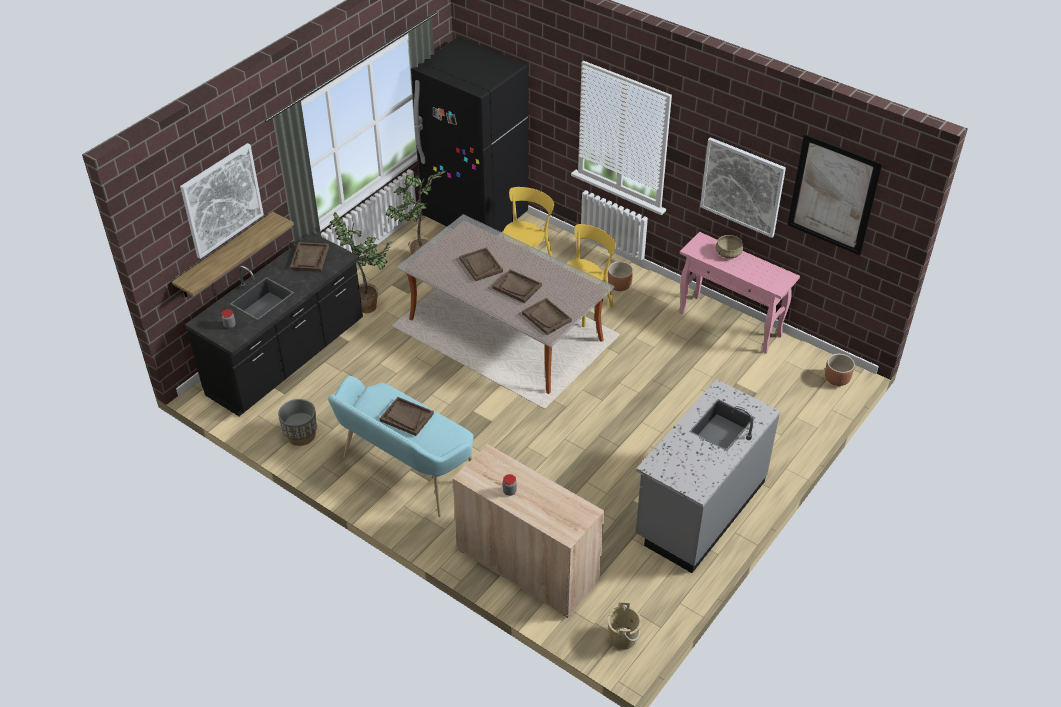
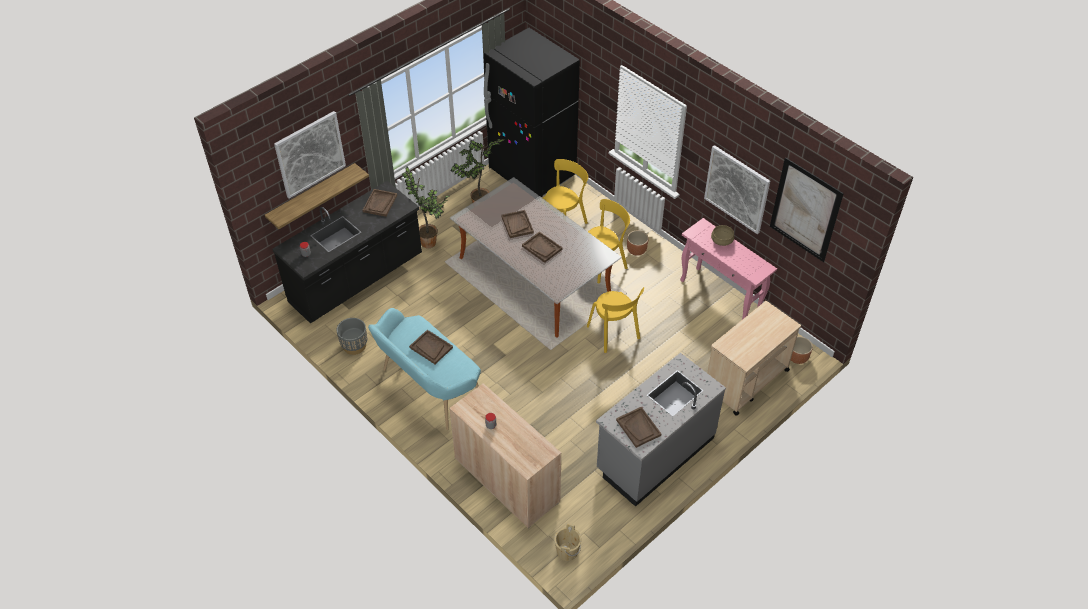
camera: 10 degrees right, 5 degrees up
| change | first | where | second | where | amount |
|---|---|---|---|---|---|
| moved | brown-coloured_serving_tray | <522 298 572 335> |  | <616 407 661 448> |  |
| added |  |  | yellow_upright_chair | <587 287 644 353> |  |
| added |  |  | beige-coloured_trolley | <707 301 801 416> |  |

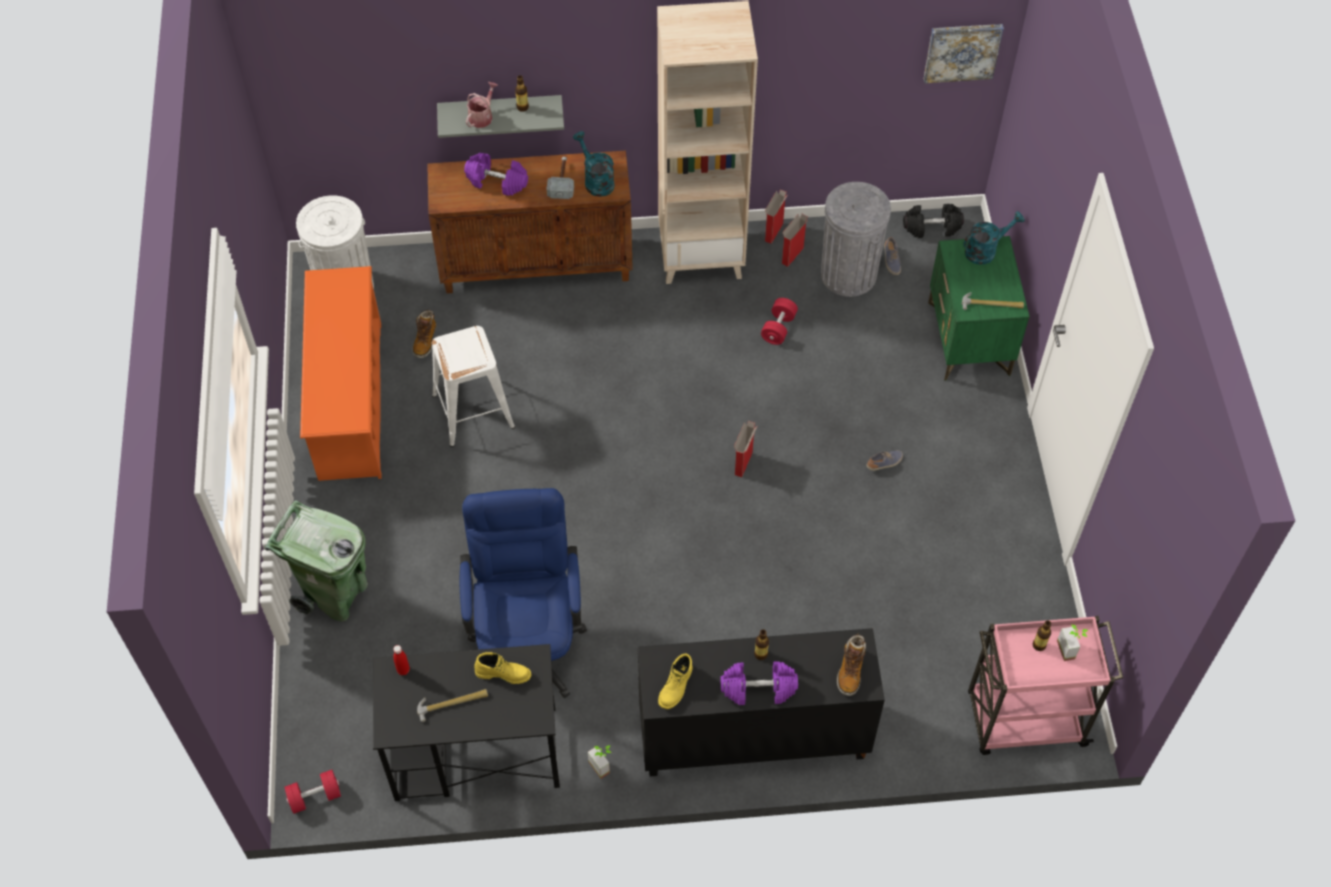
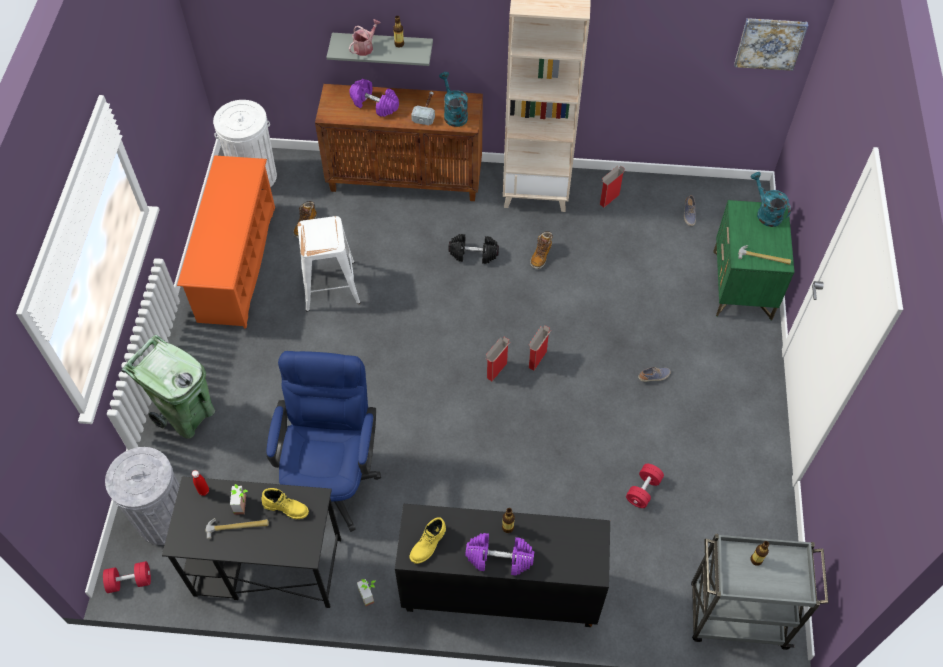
camera: 10 degrees right, 0 degrees up
| change | first | where | second | where | amount |
|---|---|---|---|---|---|
| moved | red-coloured_free_weight | <761 298 798 345> |  | <626 464 664 508> |  |
| moved | packing_box | <765 189 788 244> |  | <486 337 509 381> |  |
| moved | gray_waste_bin | <821 182 891 297> |  | <105 447 180 545> |  |
| moved | tall_boot | <837 634 866 696> |  | <530 231 552 269> |  |
| moved | black_free_weight | <903 204 964 238> |  | <448 234 499 264> |  |
| turned | turquoise_sprinkling_can | <964 211 1025 265> |  | <750 172 791 227> | 105 degrees counterclockwise |
| recoloured | pinkish_trolley | <968 616 1123 755> | gray_trolley | <691 534 829 650> |  |
| moved | plant_in_a_pot | <1057 625 1088 661> |  | <230 484 248 514> |  |

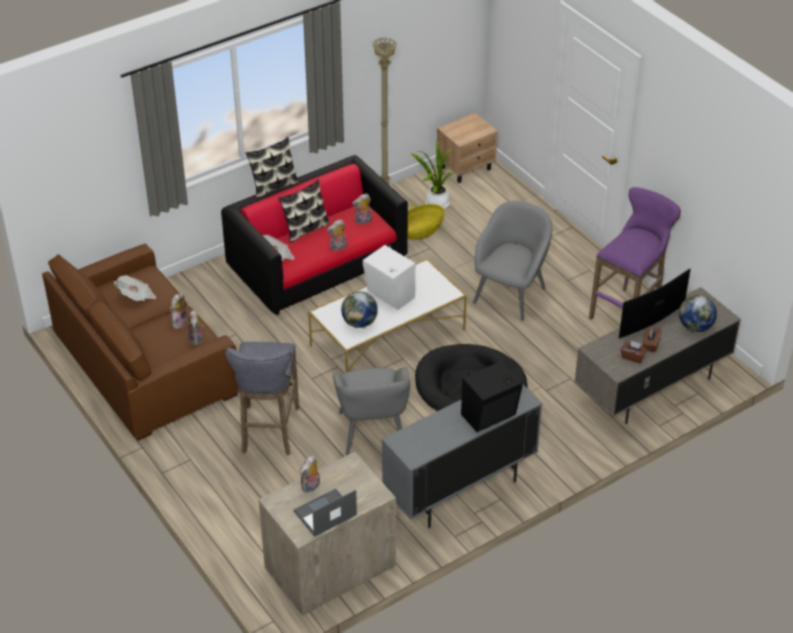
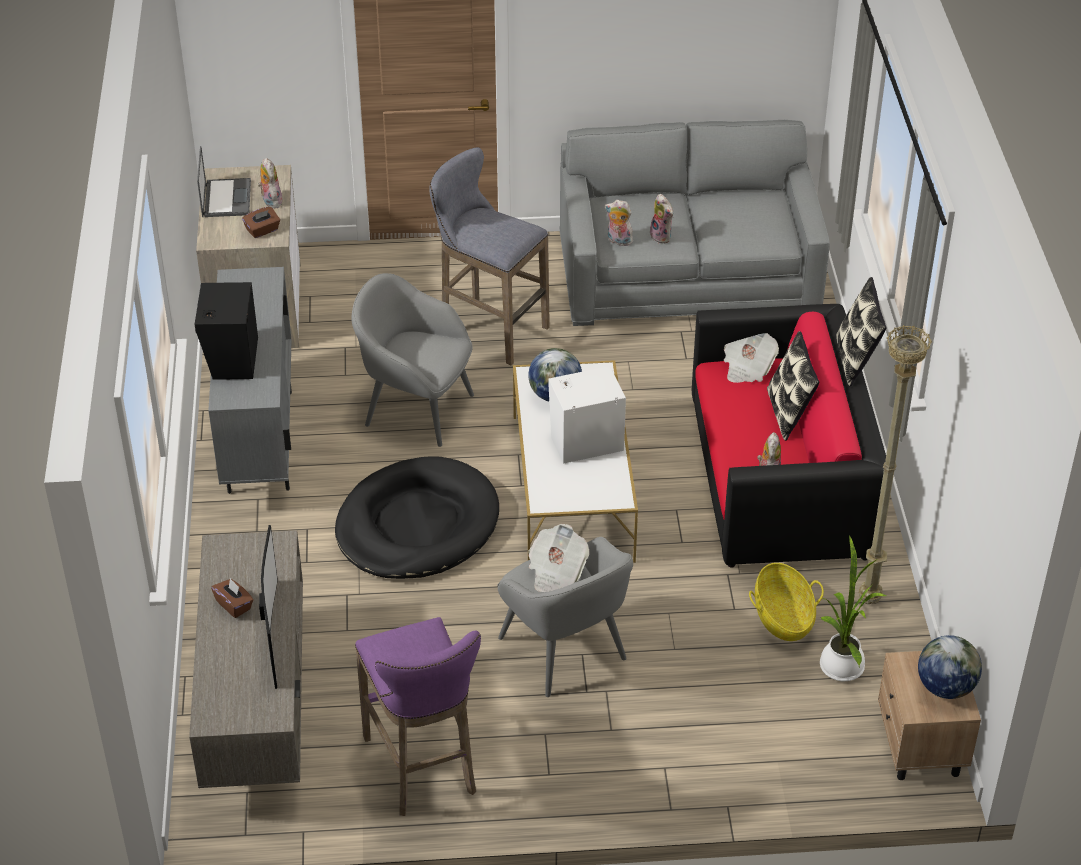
camera: 120 degrees right, 0 degrees up
| change | first | where | second | where | amount |
|---|---|---|---|---|---|
| recoloured | brown-coloured_couch | <42 244 238 441> | gray_couch | <559 120 830 326> |  |
| moved | printed_paper | <114 275 156 302> |  | <528 524 589 592> |  |
| removed | cuddly_toy | <327 219 347 251> |  |  |  |
| moved | brown-coloured_tissue_holder | <620 340 648 363> |  | <242 207 280 238> |  |
| moved | desk_globe | <679 295 717 332> |  | <918 635 982 699> |  |

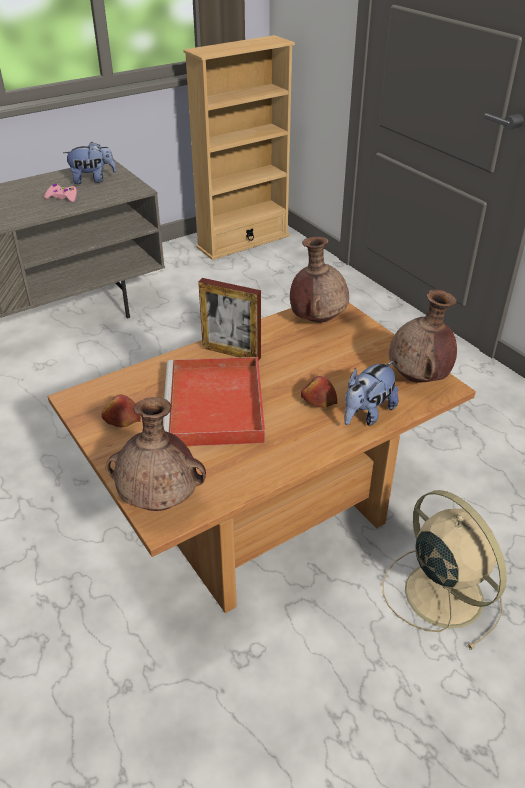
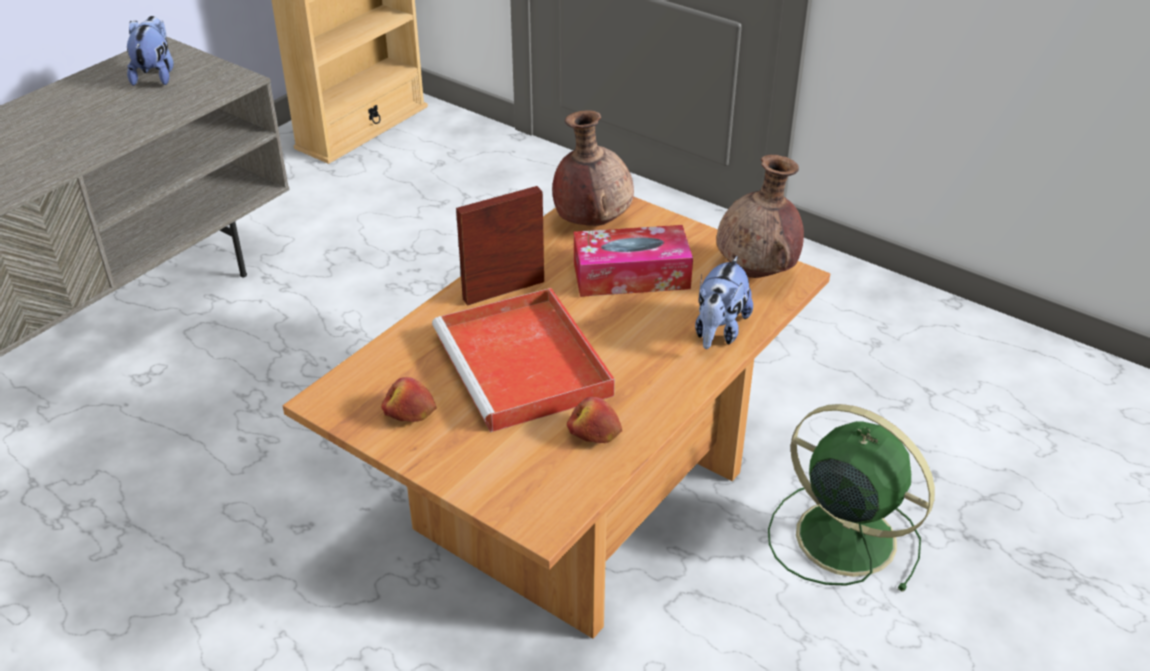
camera: 20 degrees left, 0 degrees up
| change | first | where | second | where | amount |
|---|---|---|---|---|---|
| removed | pinkish_joypad | <44 184 77 202> |  |  |  |
| turned | cuddly_toy | <63 141 116 184> |  | <127 16 174 86> | 60 degrees counterclockwise |
| removed | brown-coloured_vase | <106 397 206 511> |  |  |  |
| turned | photo_frame | <198 278 261 361> |  | <456 186 544 306> | 150 degrees clockwise |
| moved | whole_apple | <301 376 337 408> |  | <567 397 622 443> |  |
| recoloured | beige-coloured_fan | <383 490 507 650> | green_fan | <768 404 935 592> |  |
| added |  |  | tissue_holder | <574 225 693 297> |  |

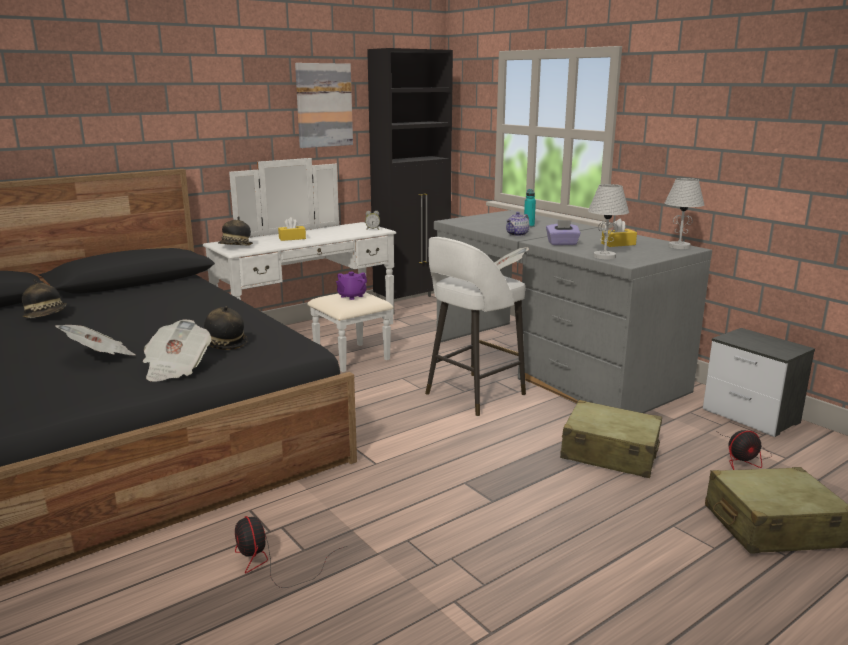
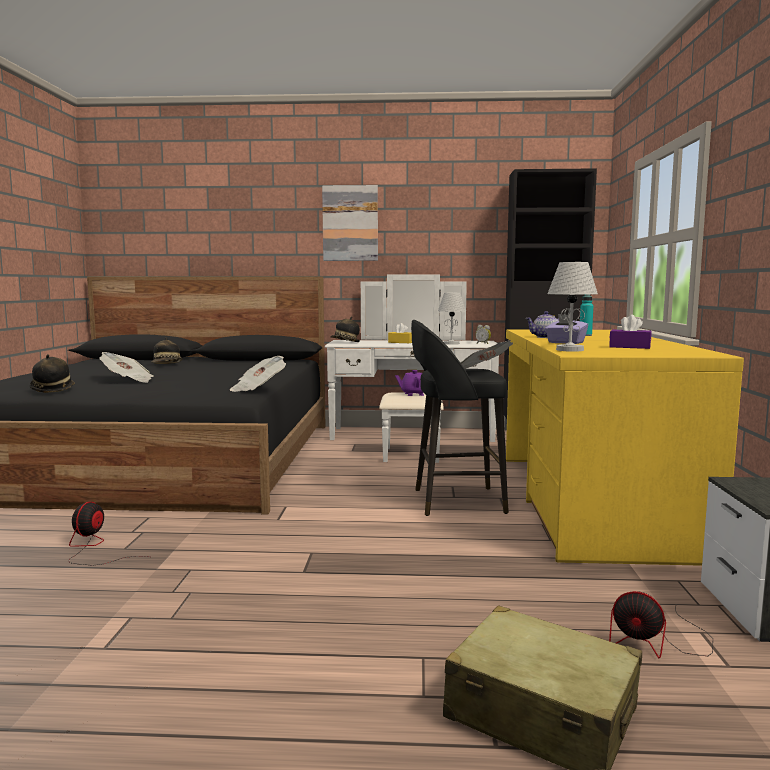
camera: 40 degrees right, 10 degrees down
| change | first | where | second | where | amount |
|---|---|---|---|---|---|
| moved | printed_paper | <143 319 211 382> |  | <230 356 286 392> |  |
| moved | hat | <204 306 247 350> |  | <30 354 75 393> |  |
| moved | wall_picture | <295 63 353 148> |  | <322 185 378 261> |  |
| recoloured | white_stool | <425 237 526 416> | black_stool | <411 320 509 516> |  |
| recoloured | gray_desk_table | <434 210 712 413> | yellow_desk_table | <506 329 744 566> |  |
| removed | beige-coloured_suitcase | <560 400 662 478> |  |  |  |
| recoloured | yellow_tissue_holder | <601 218 637 247> | purple_tissue_holder | <609 315 651 349> |  |
| moved | white_tabletop_lamp | <665 178 704 249> |  | <438 293 466 345> |  |

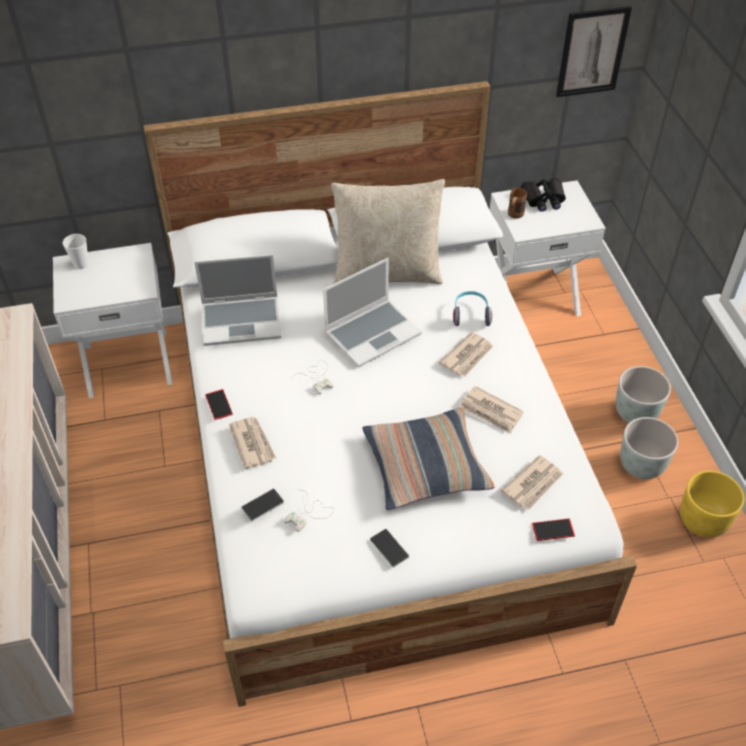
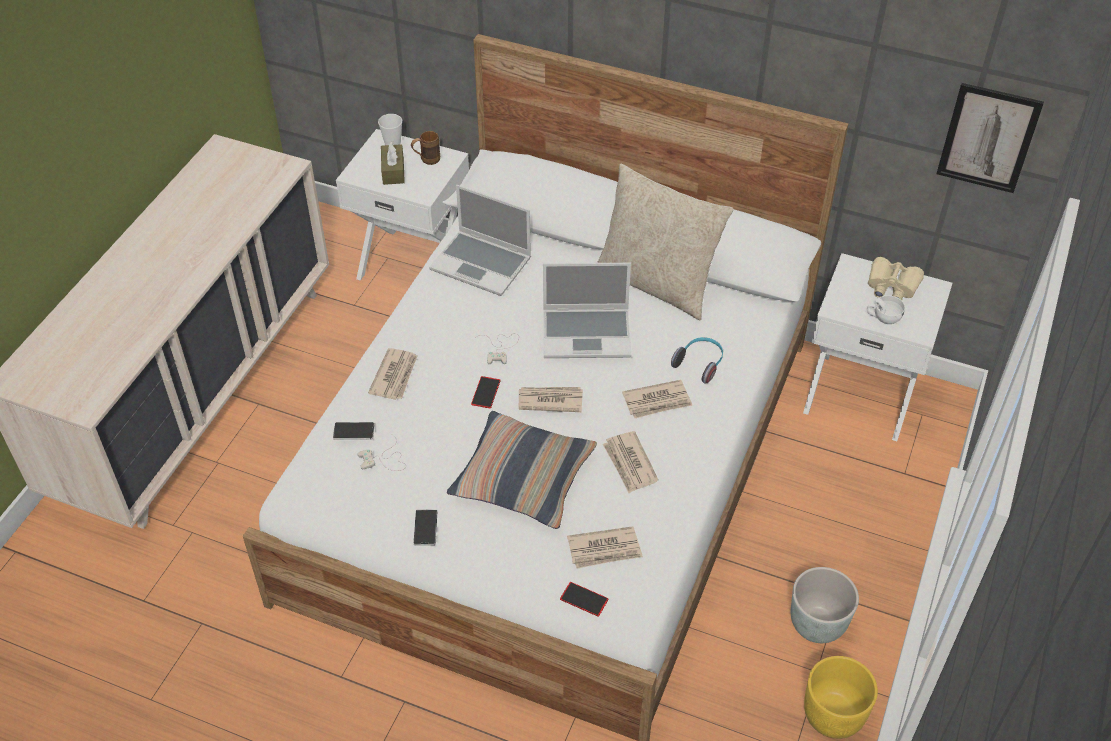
camera: 35 degrees right, 0 degrees up
| change | first | where | second | where | amount |
|---|---|---|---|---|---|
| moved | telephone | <205 389 233 420> |  | <471 376 501 409> |  |
| moved | brown-coloured_tea_mug | <508 188 527 219> |  | <411 131 440 165> |  |
| recoloured | black_pair_of_binoculars | <521 178 566 212> | beige-coloured_pair_of_binoculars | <868 257 924 300> |  |
| removed | gray_planter | <615 366 671 423> |  |  |  |
| added |  |  | brown-coloured_tissue_holder | <381 142 405 185> |  |
| added |  |  | printed_paper | <519 387 583 412> |  |
| added |  |  | white_drinking_cup | <867 295 905 324> |  |

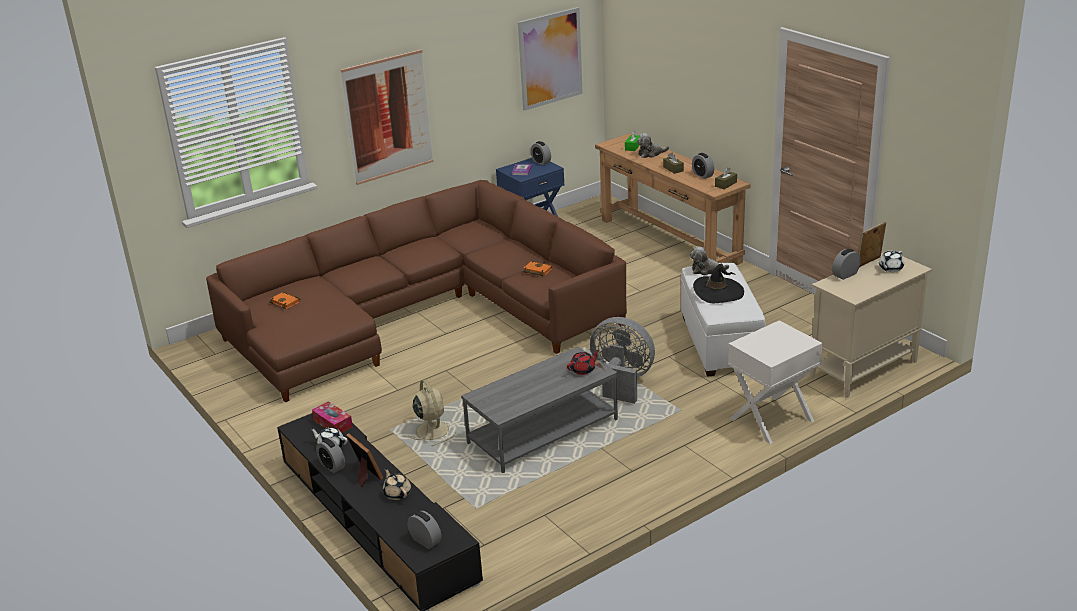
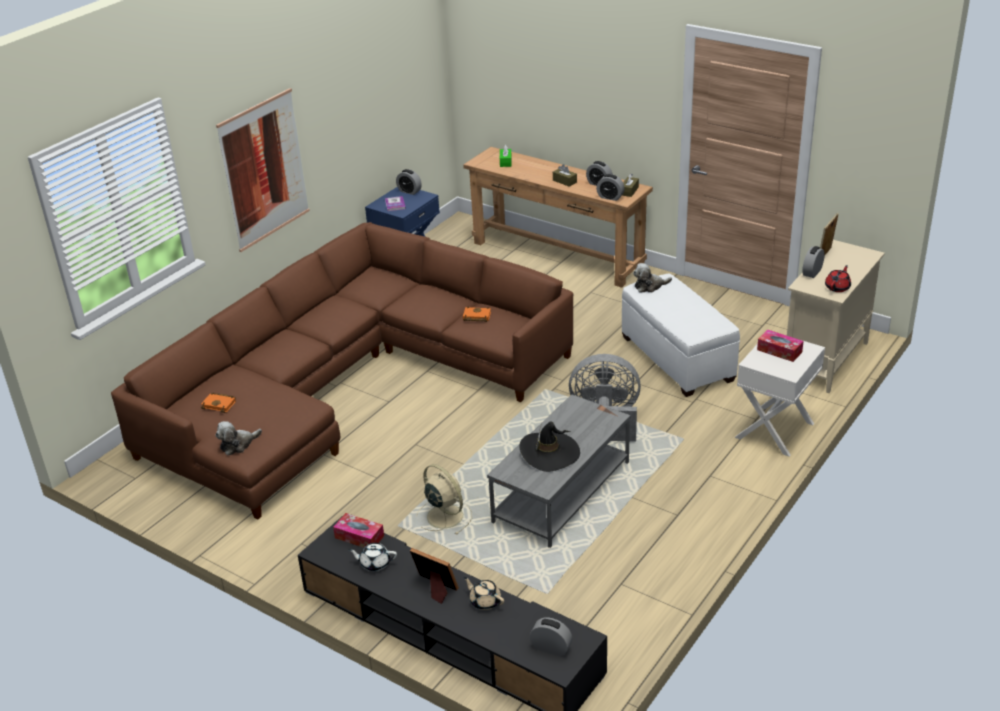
camera: 20 degrees left, 5 degrees up
| change | first | where | second | where | amount |
|---|---|---|---|---|---|
| moved | table_clock | <316 438 345 473> |  | <596 174 625 201> |  |
| removed | wall_picture | <518 7 583 111> |  |  |  |
| moved | red-coloured_tea_pot | <567 350 599 375> |  | <825 265 851 292> |  |
| moved | cuddly_toy | <637 133 669 158> |  | <215 421 262 455> |  |
| moved | black_hat | <693 263 744 303> |  | <519 422 580 472> |  |
| removed | white_tea_pot | <879 251 904 272> |  |  |  |
| added |  |  | tissue_holder | <757 329 803 362> |  |

